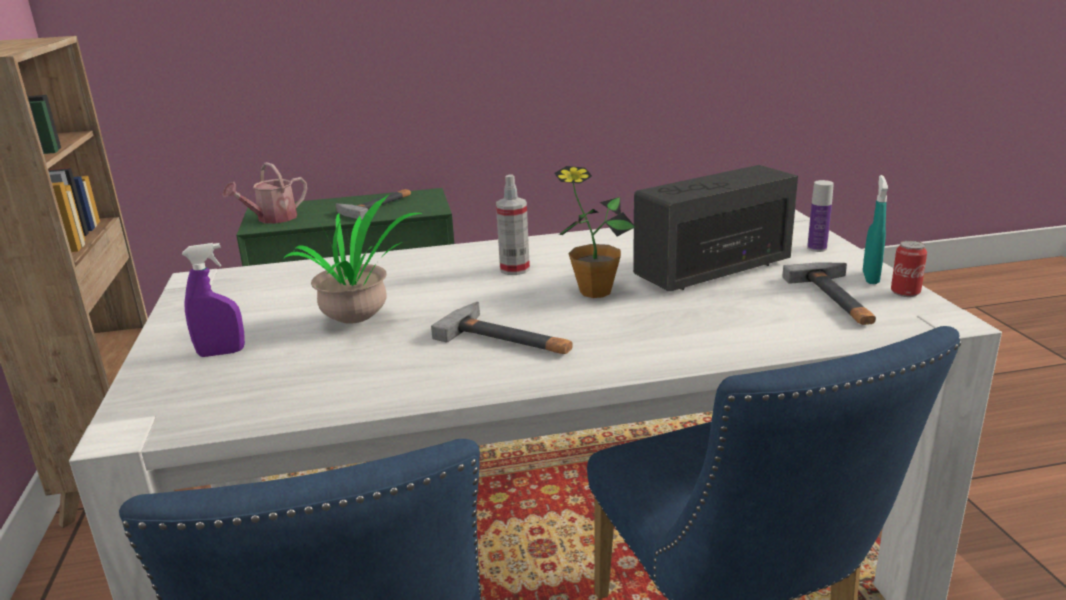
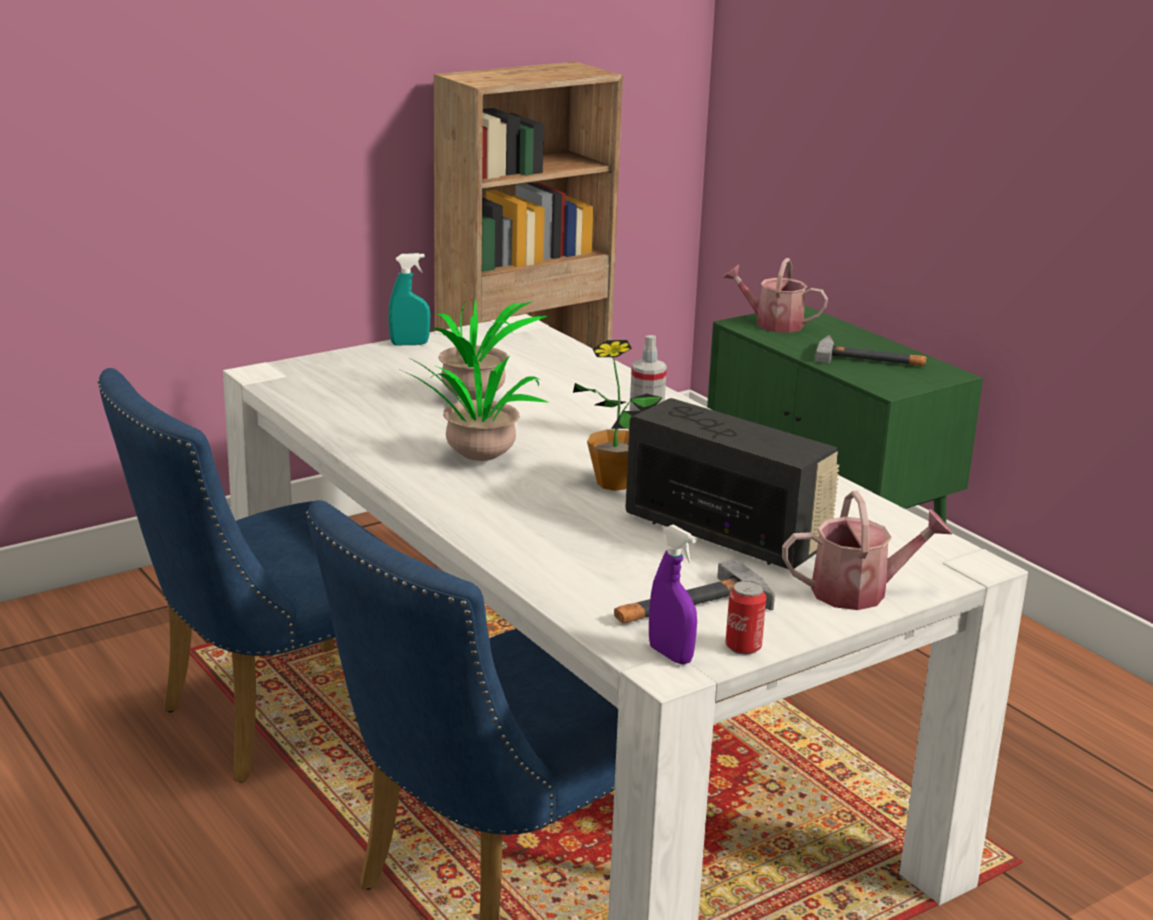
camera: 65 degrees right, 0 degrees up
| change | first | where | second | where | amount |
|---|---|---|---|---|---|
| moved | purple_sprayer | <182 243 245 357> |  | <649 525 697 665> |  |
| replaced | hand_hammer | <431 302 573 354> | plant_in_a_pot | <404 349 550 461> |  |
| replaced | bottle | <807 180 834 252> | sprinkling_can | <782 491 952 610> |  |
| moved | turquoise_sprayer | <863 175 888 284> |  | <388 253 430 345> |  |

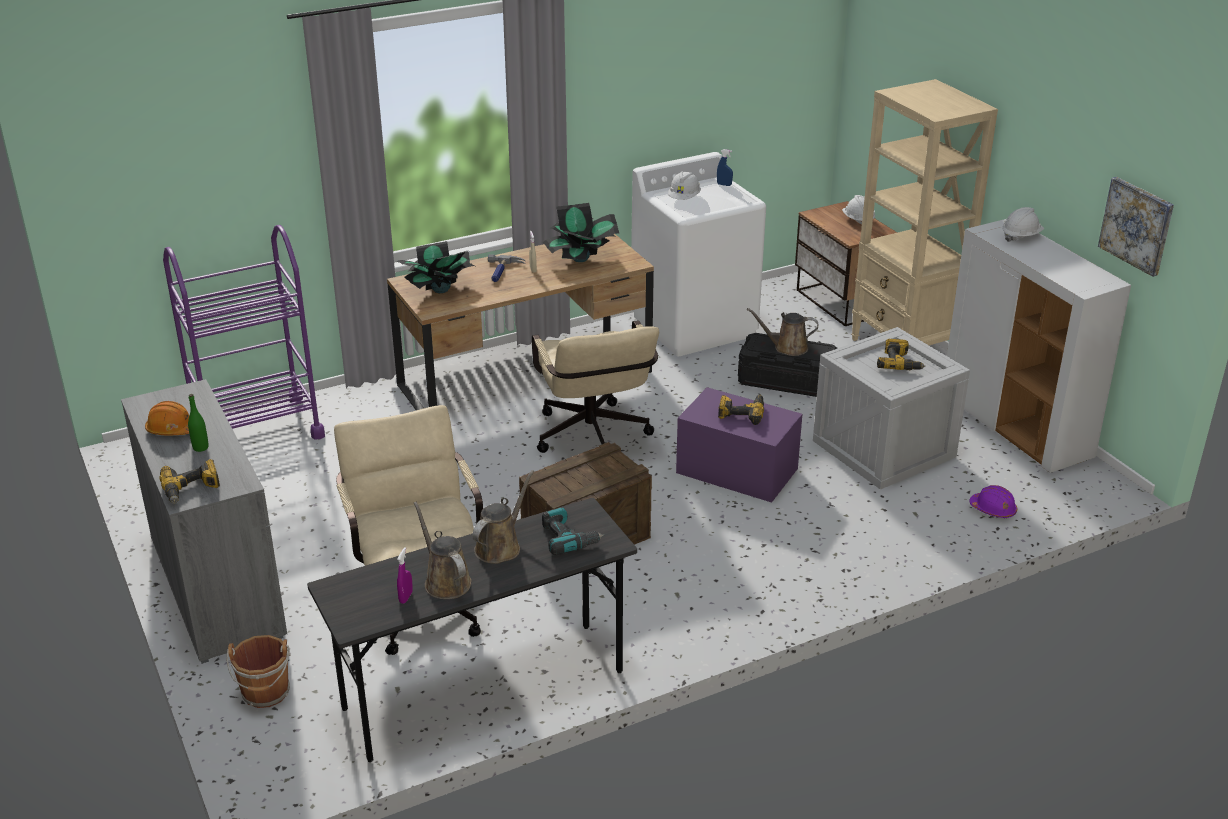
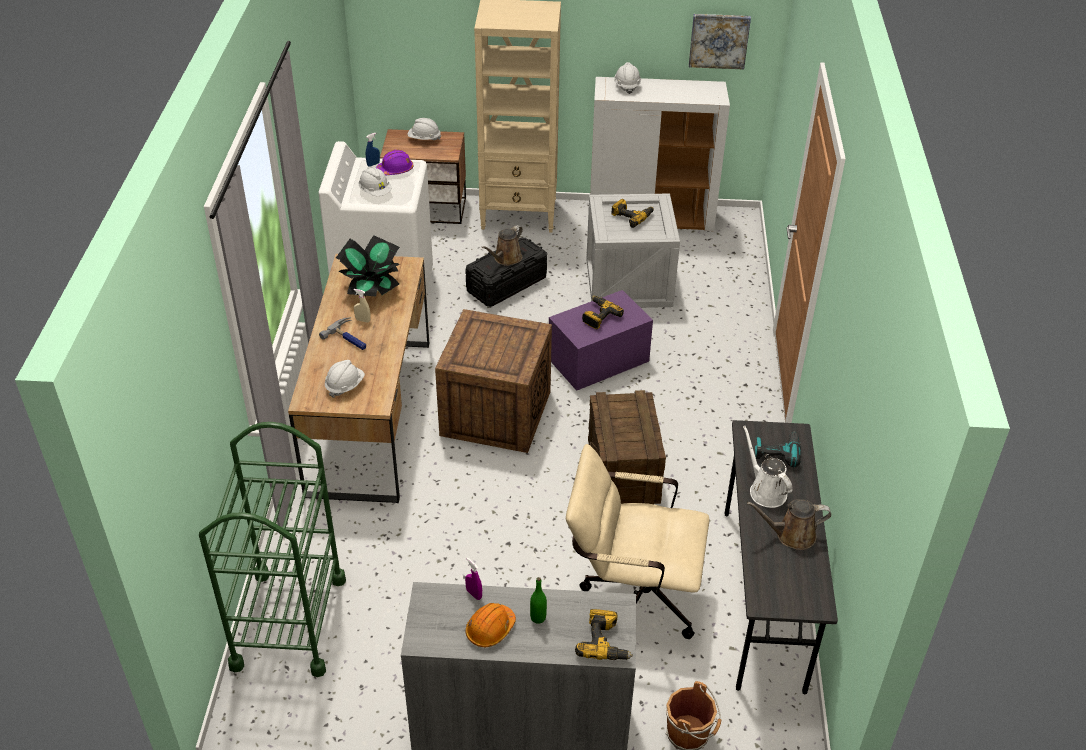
camera: 60 degrees left, 10 degrees up
| change | first | where | second | where | amount |
|---|---|---|---|---|---|
| recoloured | purple_trolley | <163 225 325 440> | green_trolley | <199 422 346 677> |  |
| replaced | plant_in_a_pot | <396 241 475 293> | white_safety_helmet | <325 360 365 398> |  |
| moved | purple_sprayer | <397 547 413 604> |  | <465 558 482 600> |  |
| recoloured | brown-coloured_sprinkling_can | <472 470 534 564> | white_sprinkling_can | <743 426 793 508> |  |
| replaced | beige-coloured_desk_chair | <532 320 659 453> | crate | <435 309 552 453> |  |
| moved | purple_safety_helmet | <969 485 1017 518> |  | <376 150 413 175> |  |

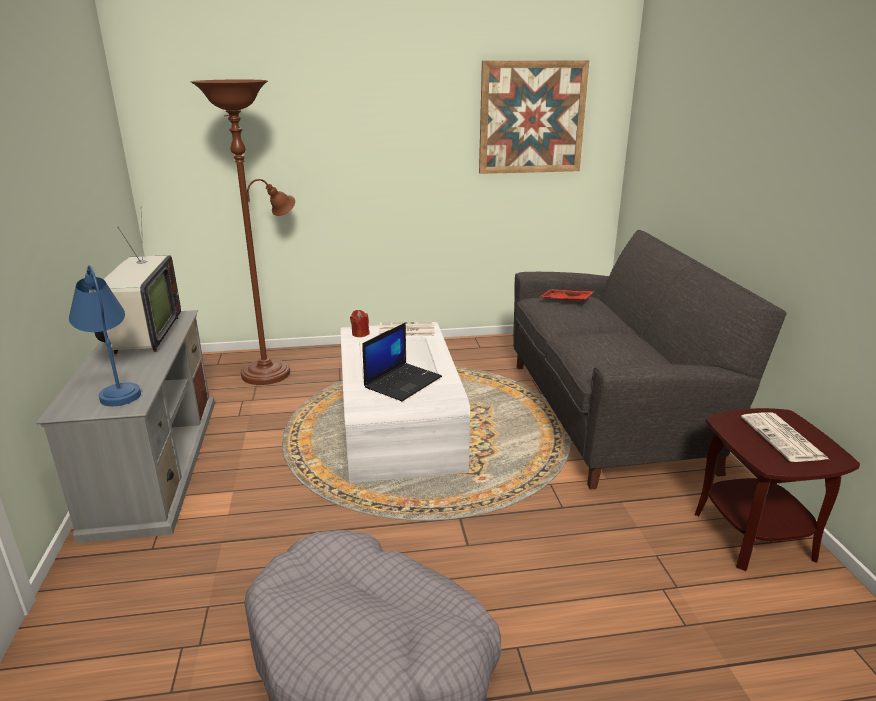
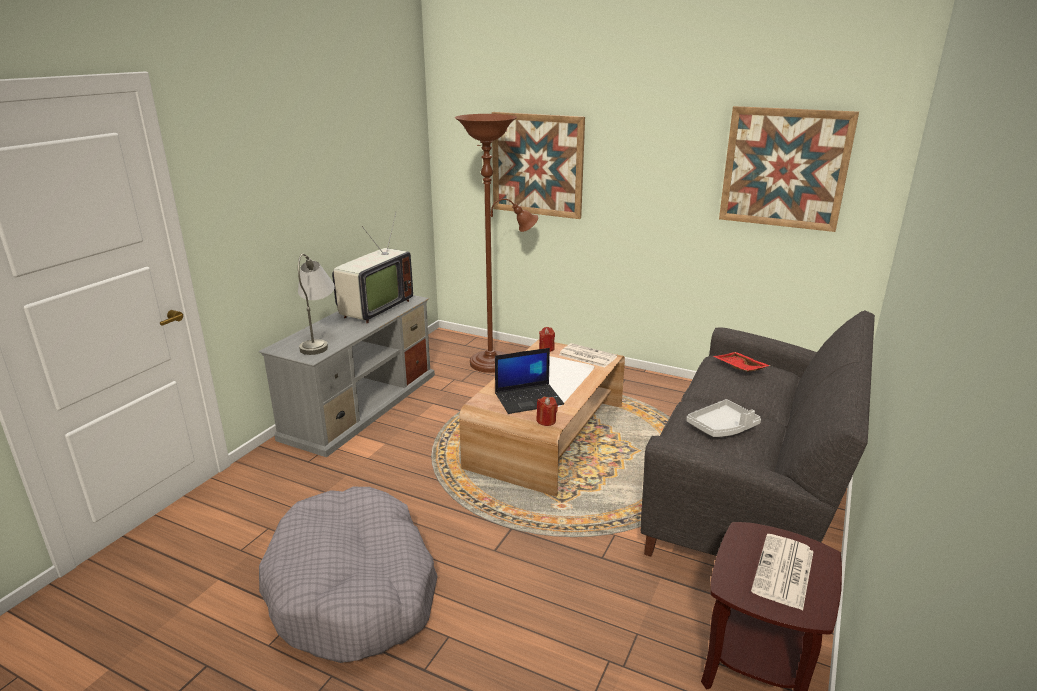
camera: 35 degrees right, 0 degrees up
| change | first | where | second | where | amount |
|---|---|---|---|---|---|
| recoloured | bluish_tabletop_lamp | <69 265 141 406> | gray_tabletop_lamp | <298 254 335 355> |  |
| recoloured | white_coffee_table | <340 322 470 483> | brown-coloured_coffee_table | <459 340 625 497> |  |
| added |  |  | wall_picture | <492 112 585 219> |  |
| added |  |  | red-coloured_wax_candle | <536 397 558 426> |  |
| added |  |  | gray_serving_tray | <686 399 761 437> |  |

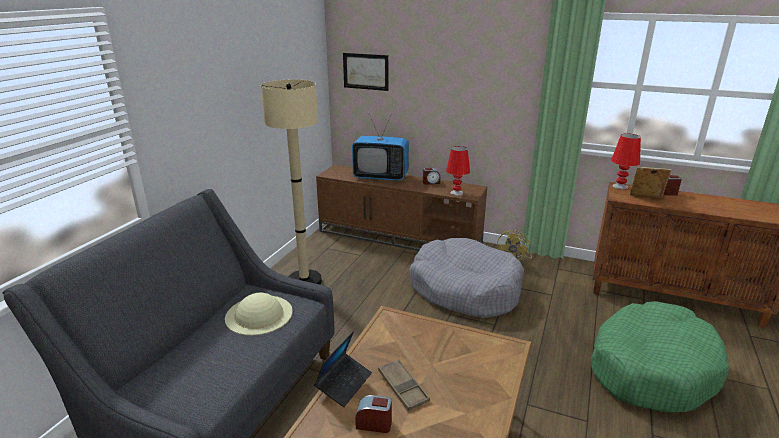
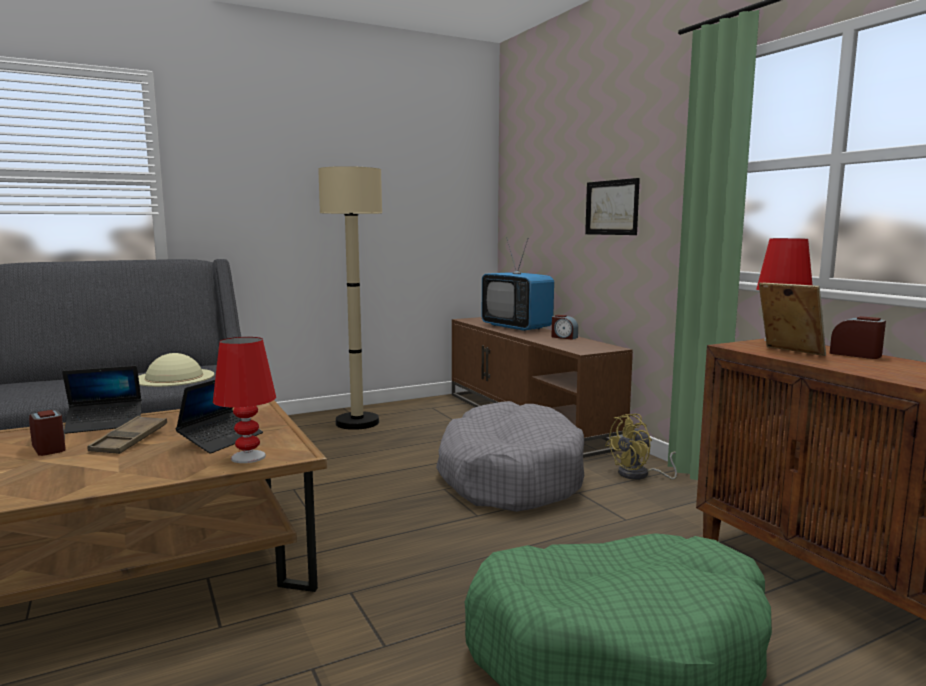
camera: 40 degrees right, 15 degrees down
| change | first | where | second | where | amount |
|---|---|---|---|---|---|
| moved | wall_picture | <343 53 388 91> |  | <585 178 640 235> |  |
| moved | red-coloured_tabletop_lamp | <446 146 470 196> |  | <213 337 276 463> |  |
| added |  |  | portable_computer | <175 380 263 454> |  |

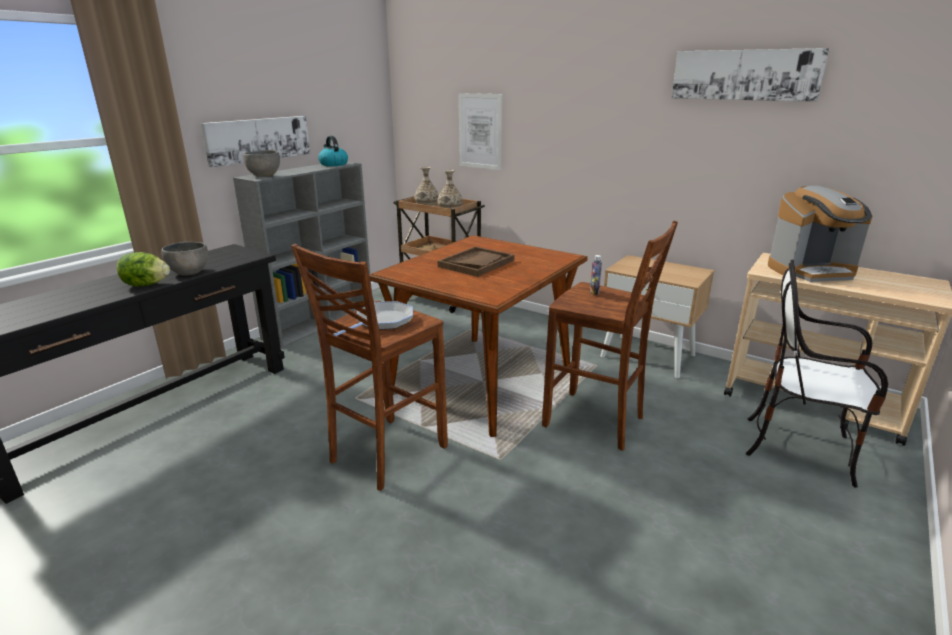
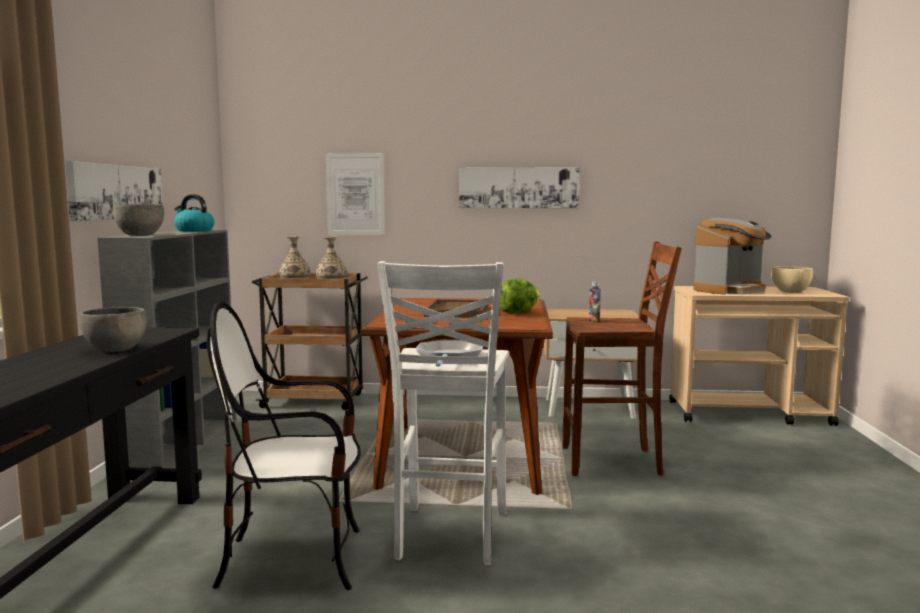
camera: 30 degrees left, 15 degrees down
| change | first | where | second | where | amount |
|---|---|---|---|---|---|
| moved | lettuce_head | <117 252 170 286> |  | <500 279 540 313> |  |
| recoloured | brown-coloured_stool | <291 244 448 491> | white_stool | <377 261 508 565> |  |
| moved | wall_picture | <672 48 830 102> |  | <459 167 580 208> |  |
| moved | upright_chair | <746 260 888 488> |  | <206 301 361 590> |  |
| added |  |  | beige-coloured_deep_dish | <771 266 813 293> |  |

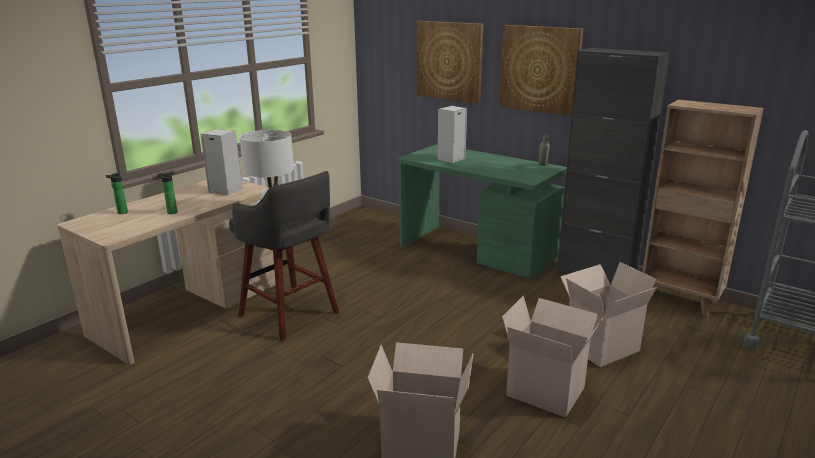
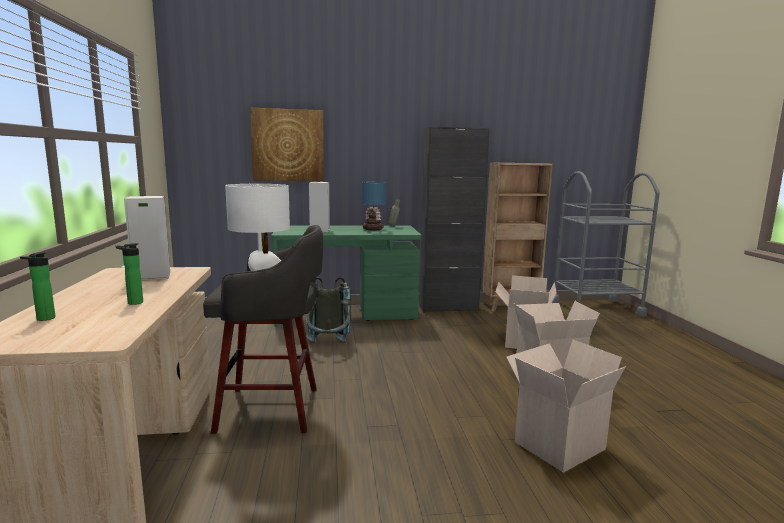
camera: 45 degrees left, 10 degrees down
| change | first | where | second | where | amount |
|---|---|---|---|---|---|
| removed | wall_picture | <499 25 583 116> |  |  |  |
| added |  |  | gray_rucksack | <306 277 351 342> |  |
| added |  |  | tabletop_lamp | <362 182 386 231> |  |

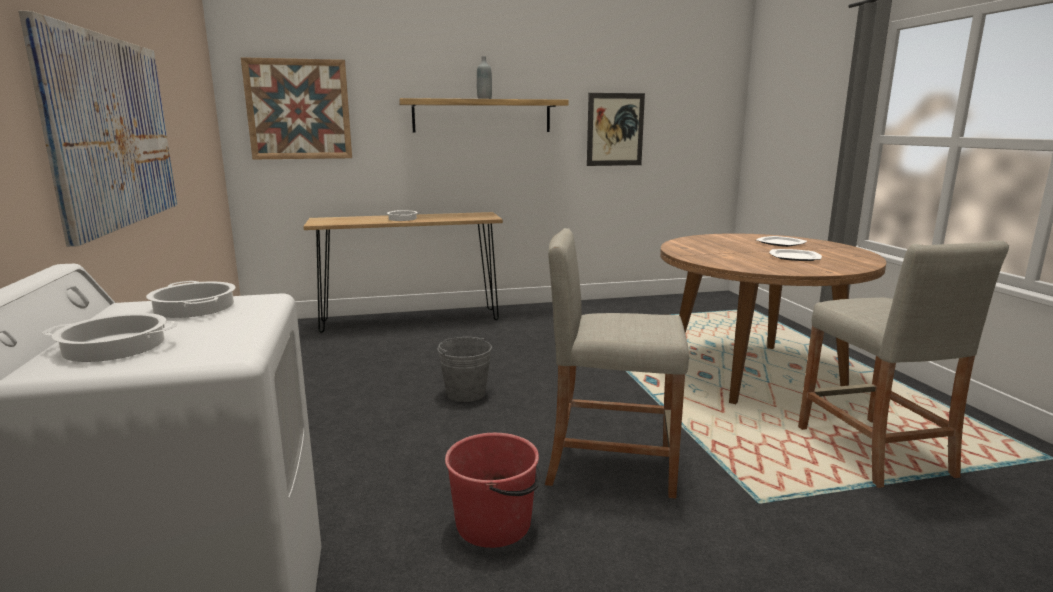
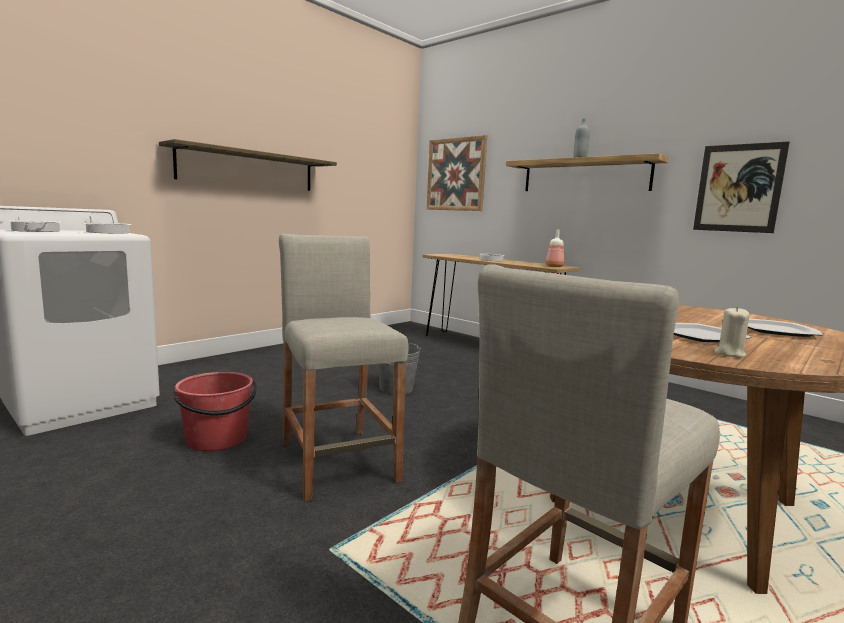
camera: 55 degrees right, 5 degrees down
| change | first | where | second | where | amount |
|---|---|---|---|---|---|
| replaced | wall_picture | <18 11 177 247> | wall_shelf | <159 139 337 191> |  |
| added |  |  | bottle | <546 230 564 267> |  |
| added |  |  | beige-coloured_wax_candle | <714 307 750 357> |  |

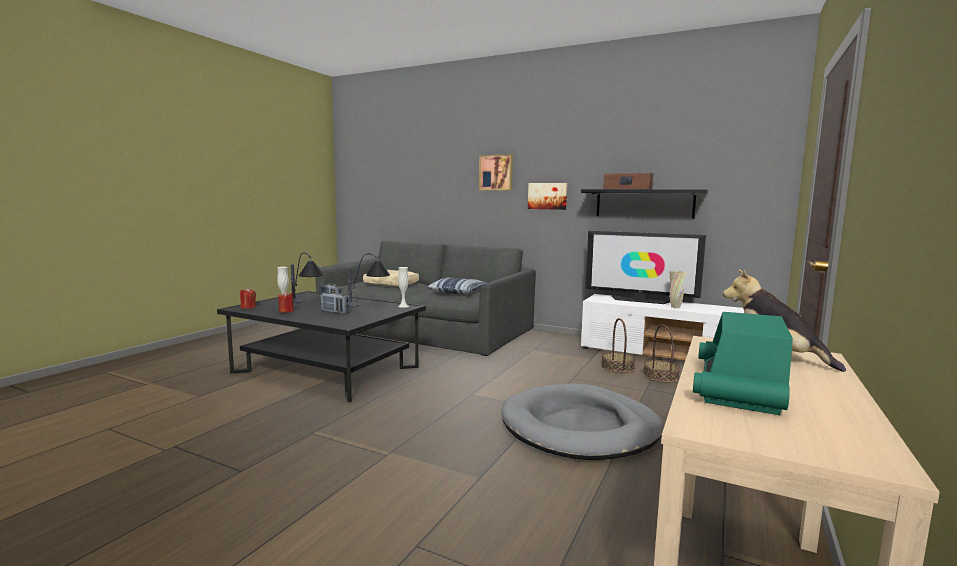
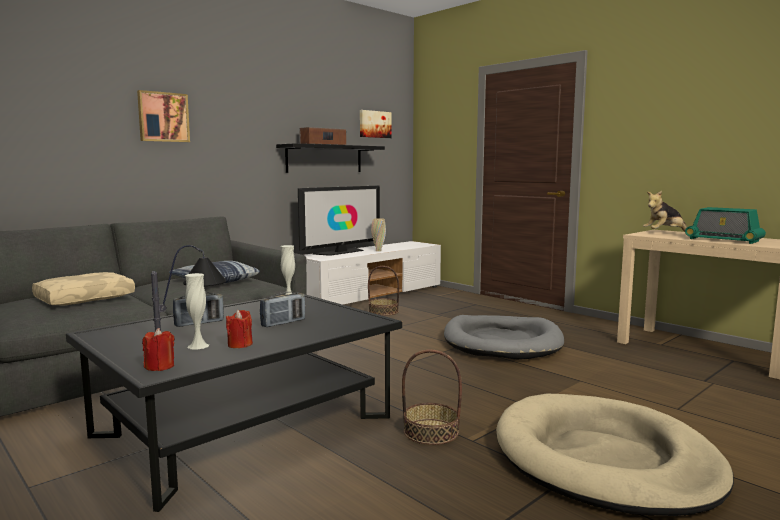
camera: 70 degrees left, 0 degrees up
| change | first | where | second | where | amount |
|---|---|---|---|---|---|
| removed | tabletop_lamp | <348 253 390 307> |  |  |  |
| moved | wall_picture | <528 183 567 210> |  | <360 110 392 138> |  |
| moved | storage_basket | <643 325 680 383> |  | <402 350 462 445> |  |
| added |  |  | beige-coloured_pet_bed | <496 394 734 516> |  |

